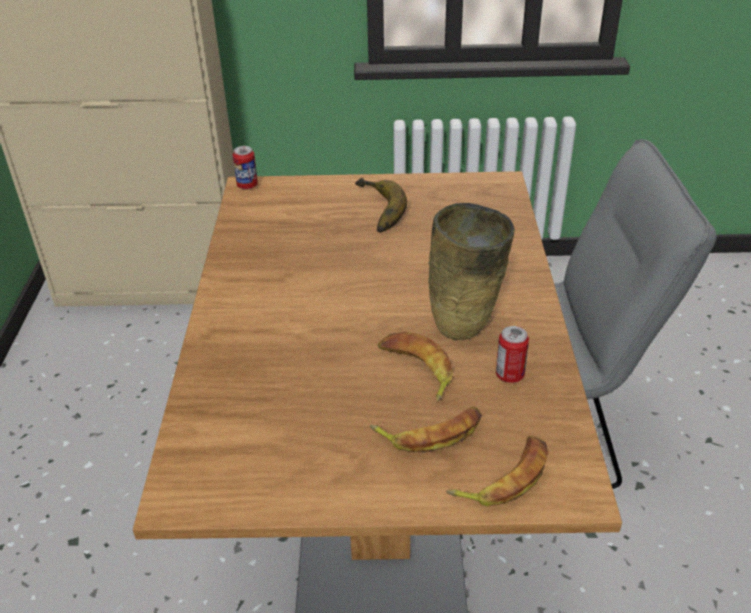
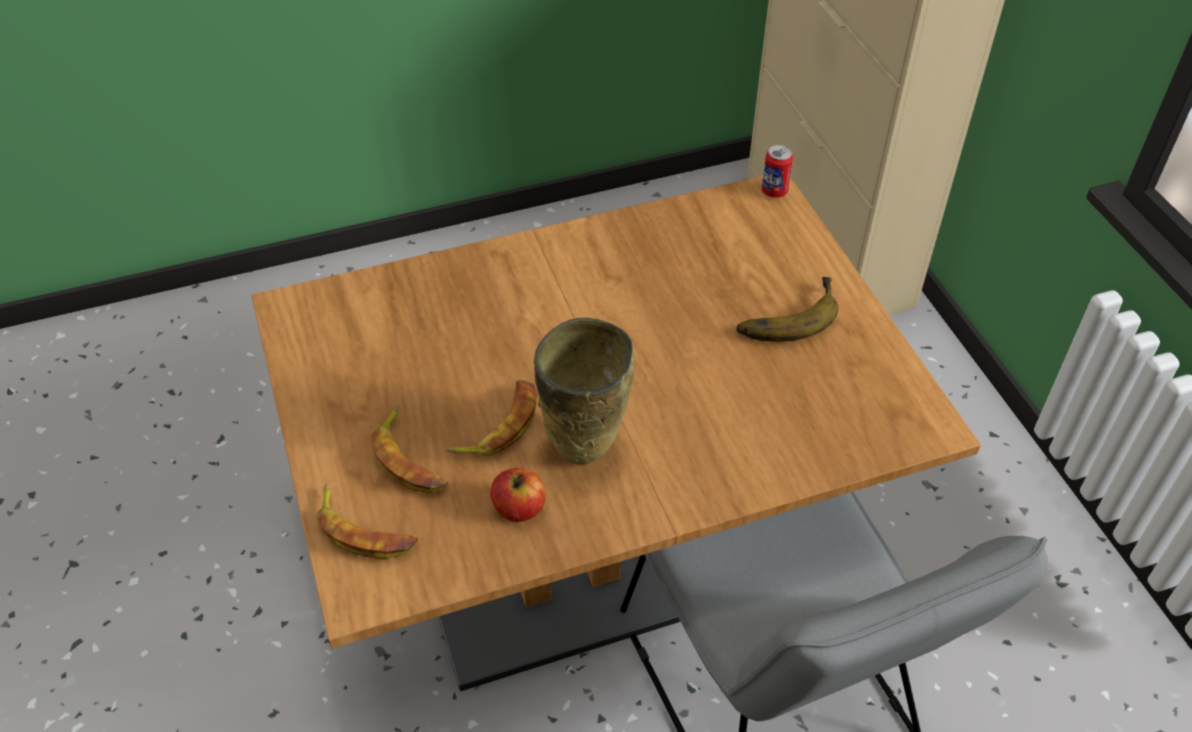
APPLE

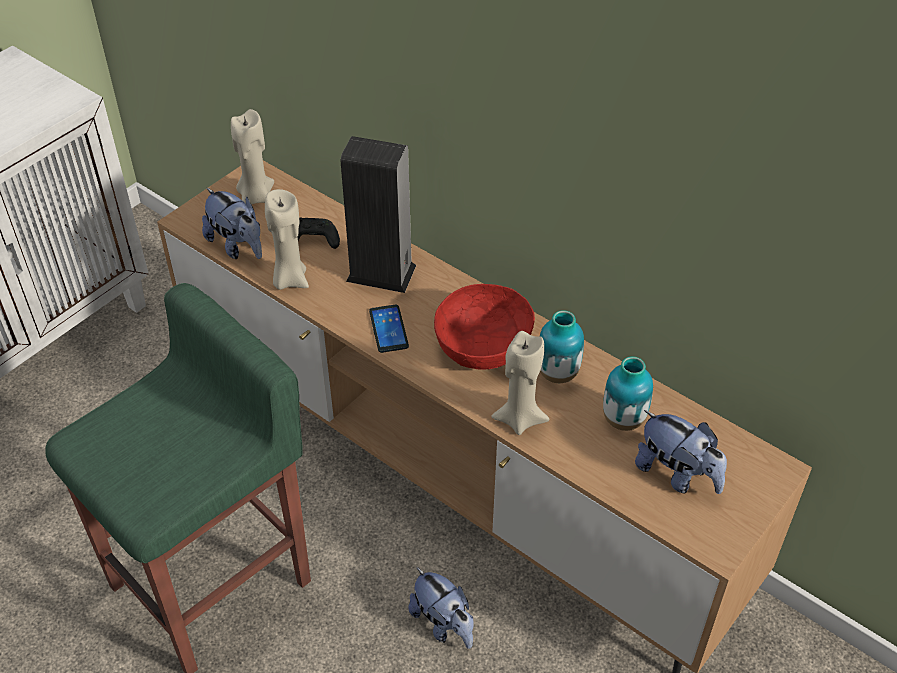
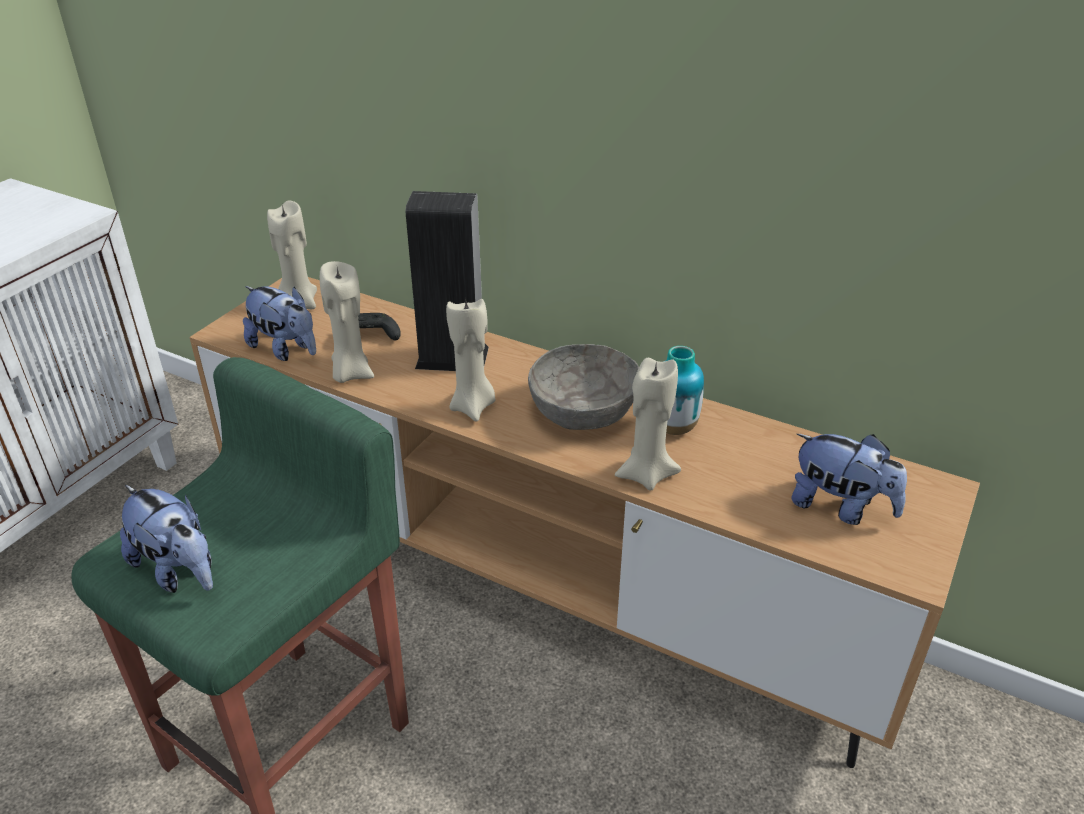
BEIGE CANDLE (3rd from left)
PLUSH TOY (1st from left)
GREY BOWL
VASE (2nd from left in the first image)

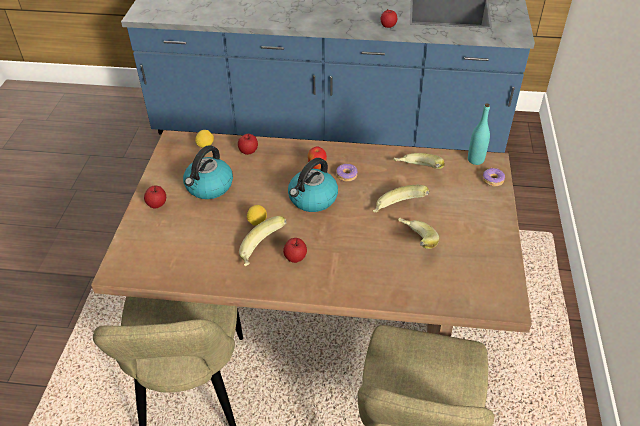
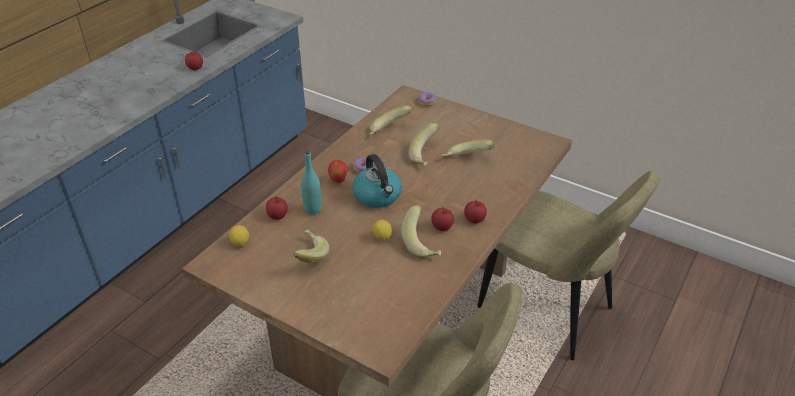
APPLE (5th from left)
BANANA (1st from left)
TURQUOISE BOTTLE

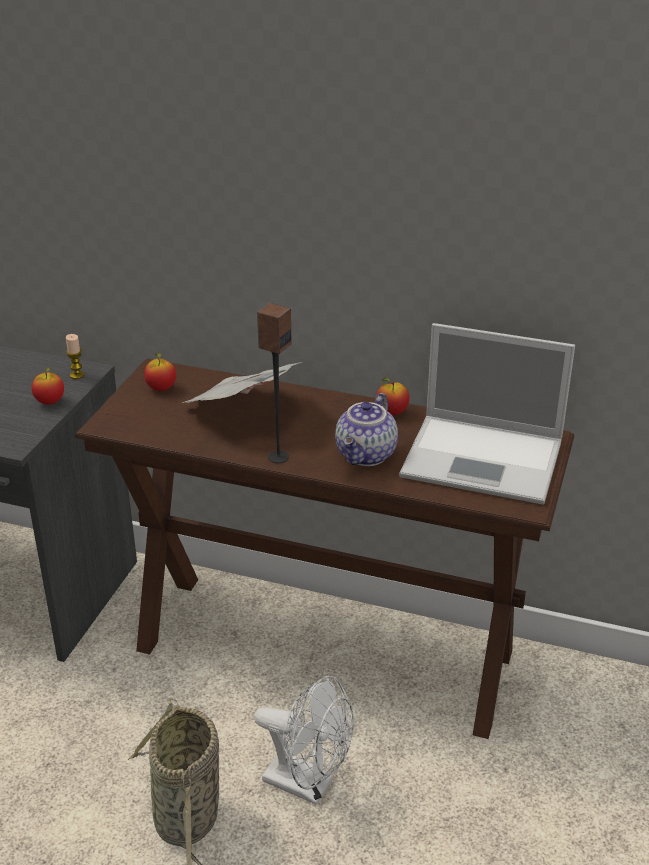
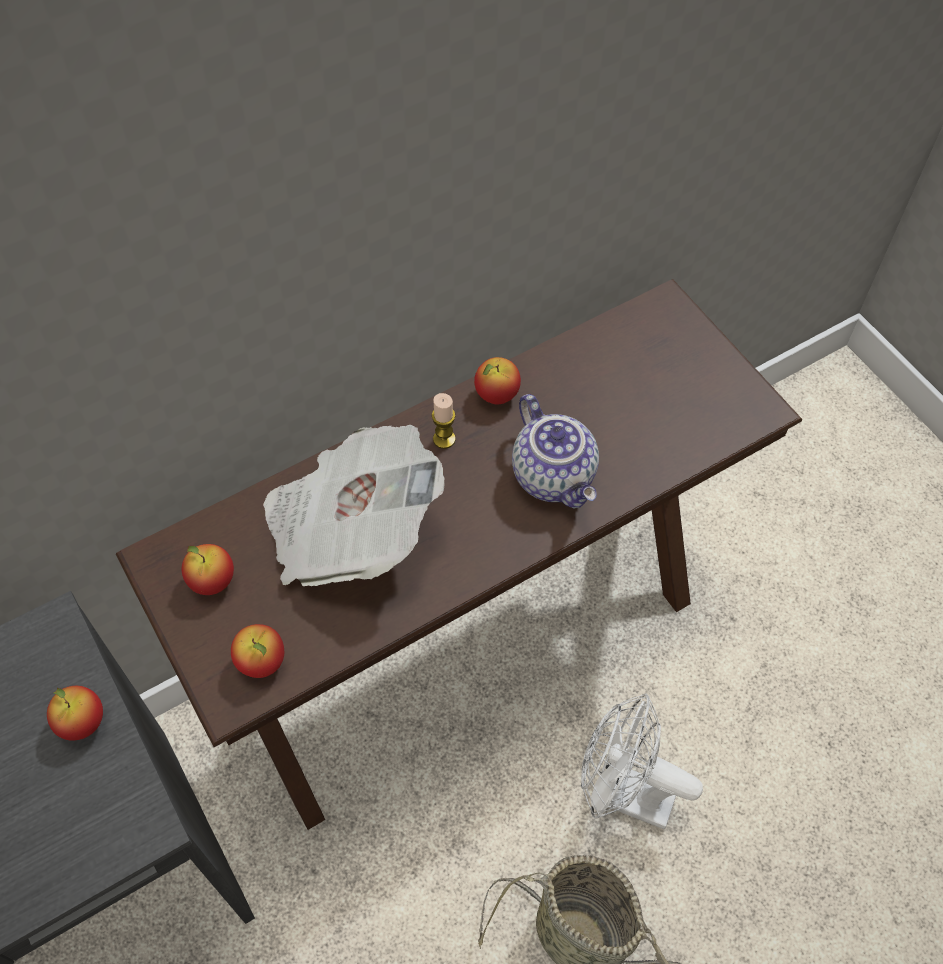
CANDLE
WHITE FAN
SPEAKER
LAPTOP
APPLE (3rd from left)

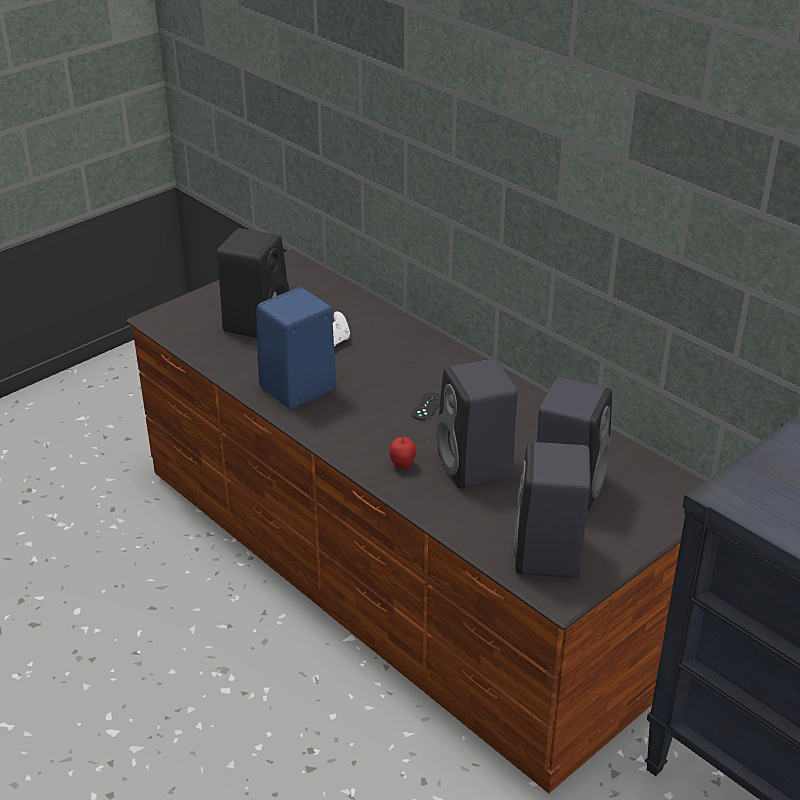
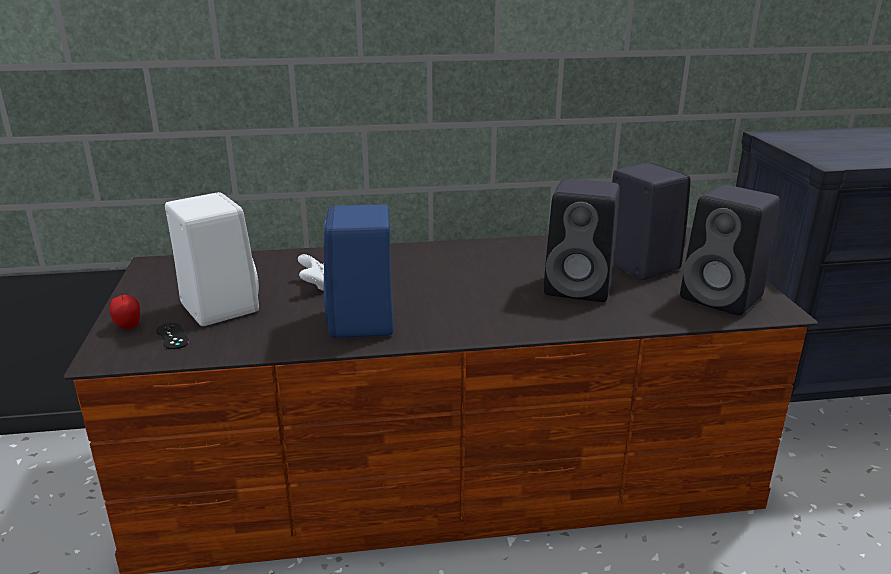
WHITE SPEAKER
APPLE
BLACK GAME CONTROLLER

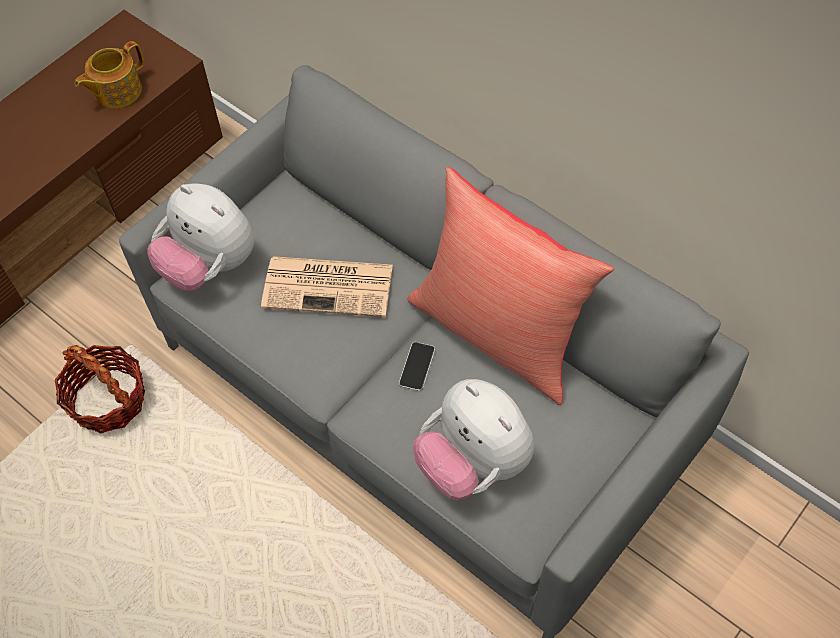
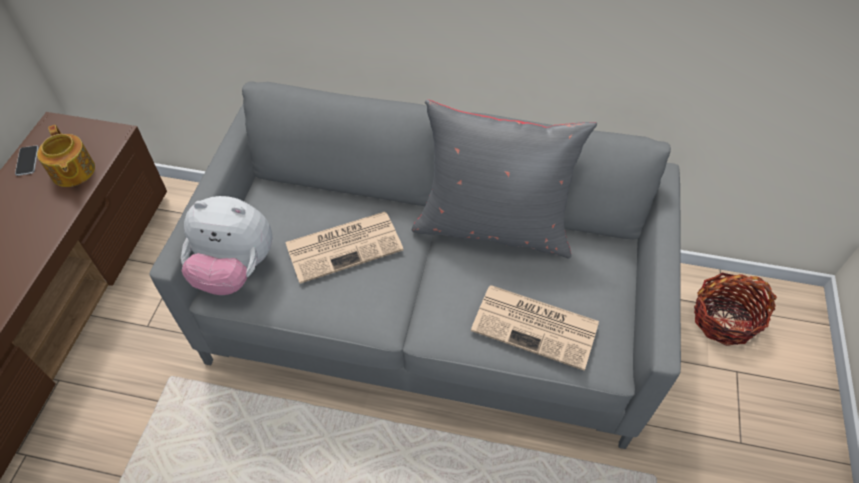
BASKET
TEAPOT
PHONE
GREY PILLOW
NEWSPAPER (2nd from left)

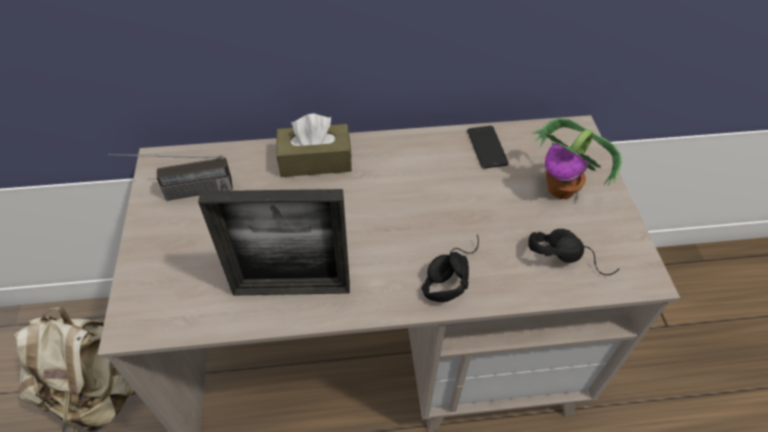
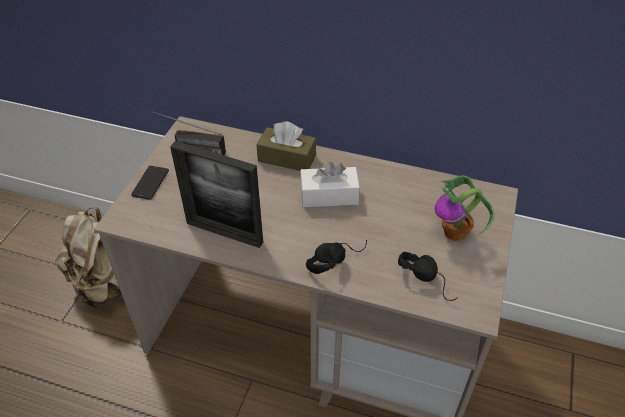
PHONE
WHITE TISSUE BOX

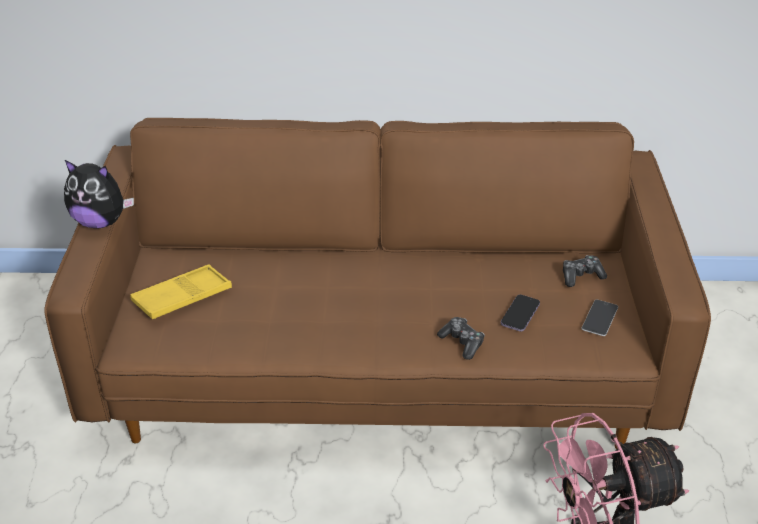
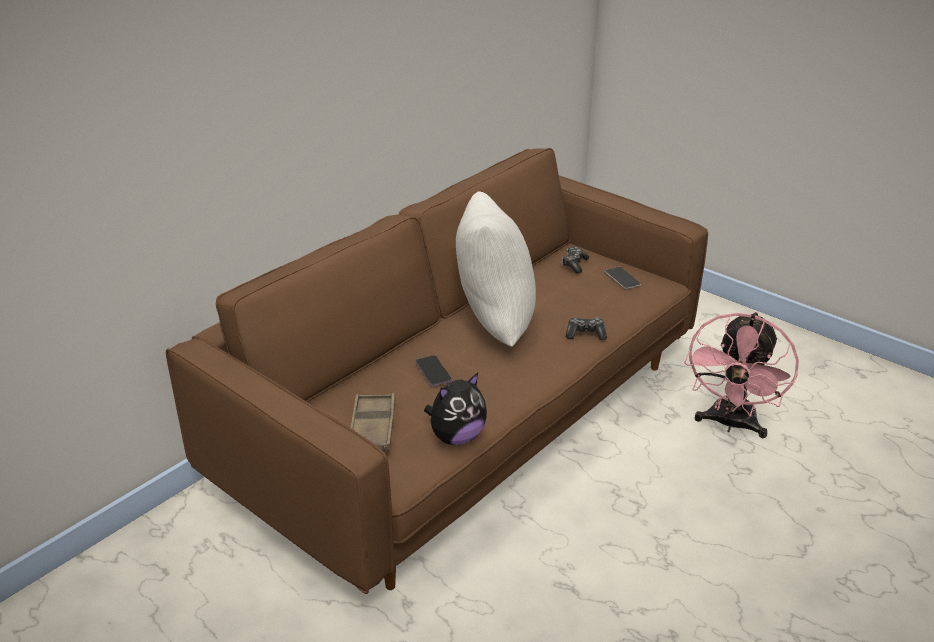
PLUSH TOY
BROWN TRAY
PHONE (1st from left)
WHITE PILLOW

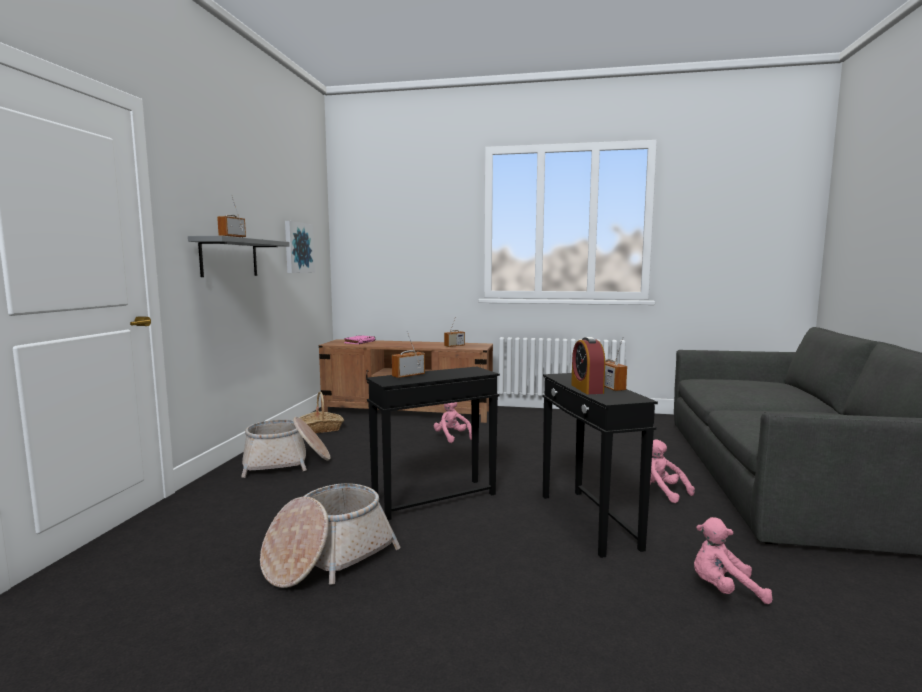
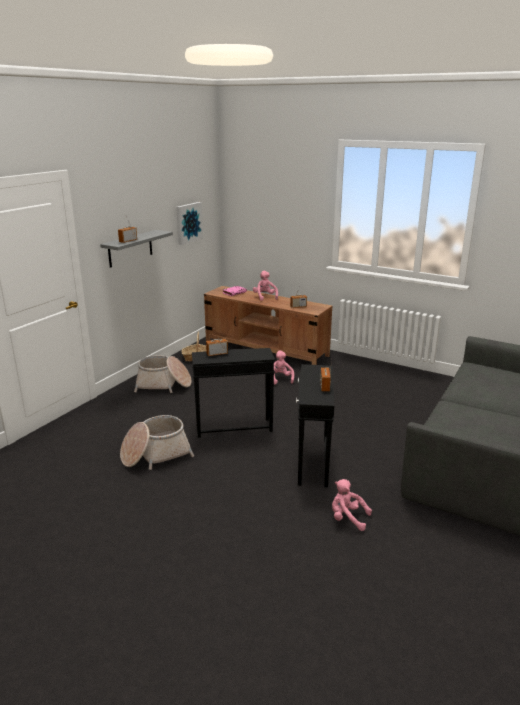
ALARM CLOCK
PINK PLUSH TOY (1st from left)

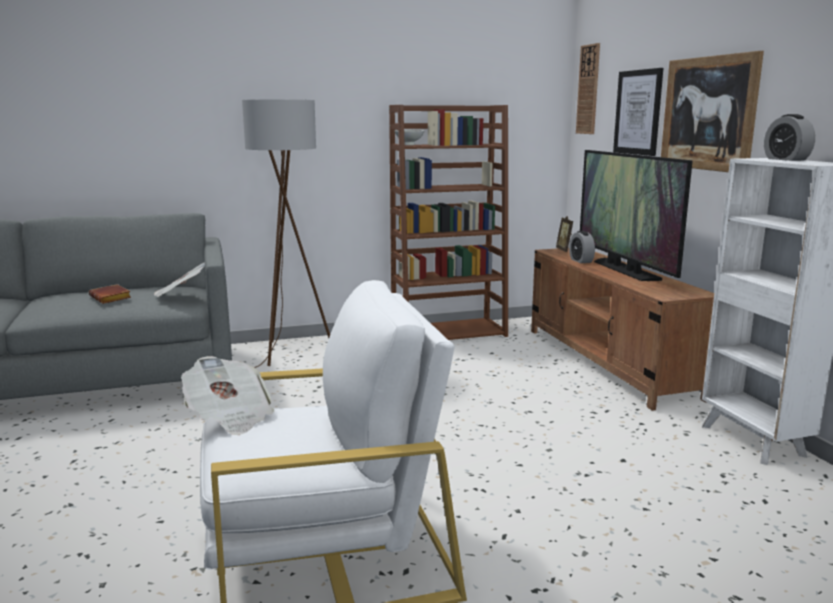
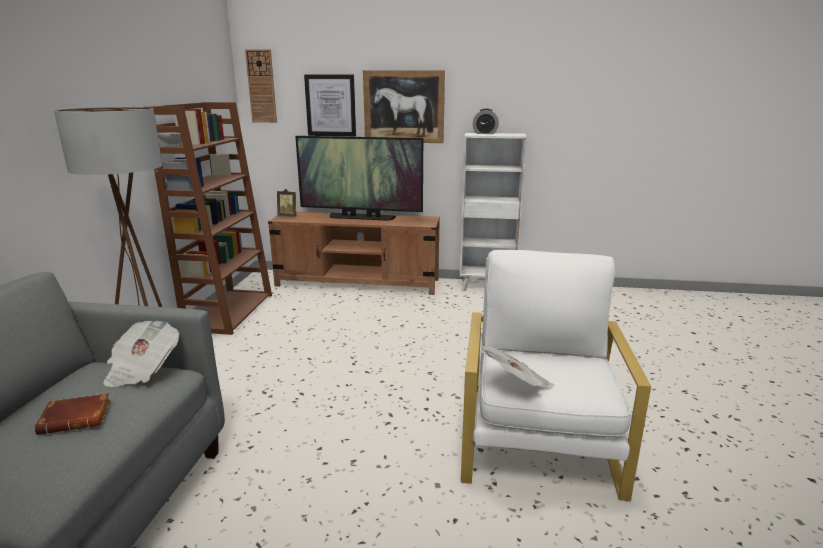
ALARM CLOCK (1st from left in the first image)

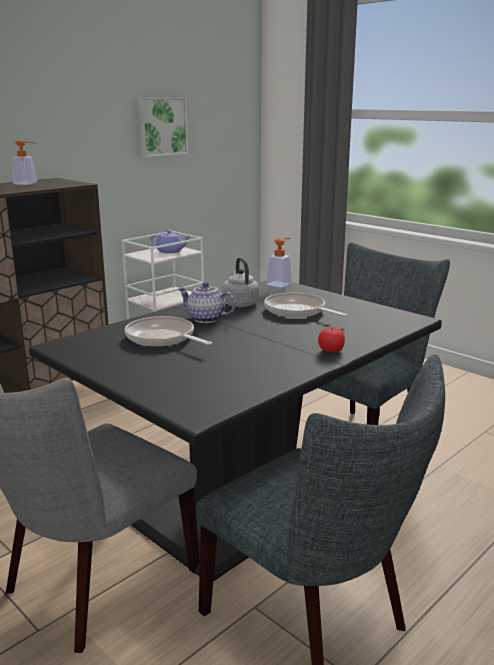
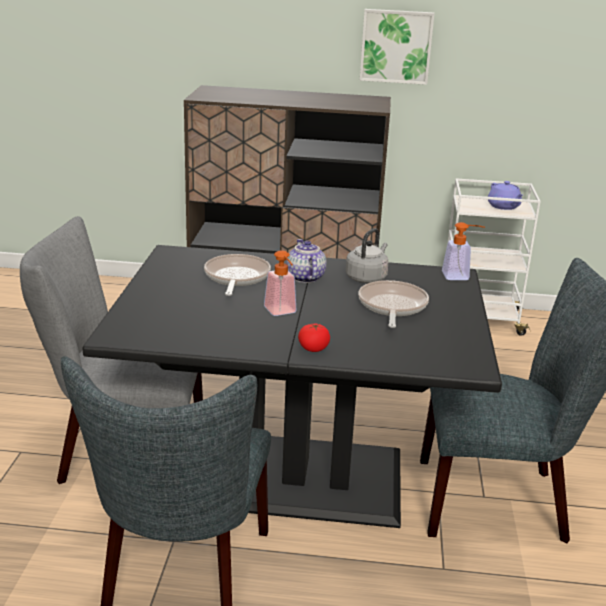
SOAP DISPENSER (1st from left)
PICTURE

